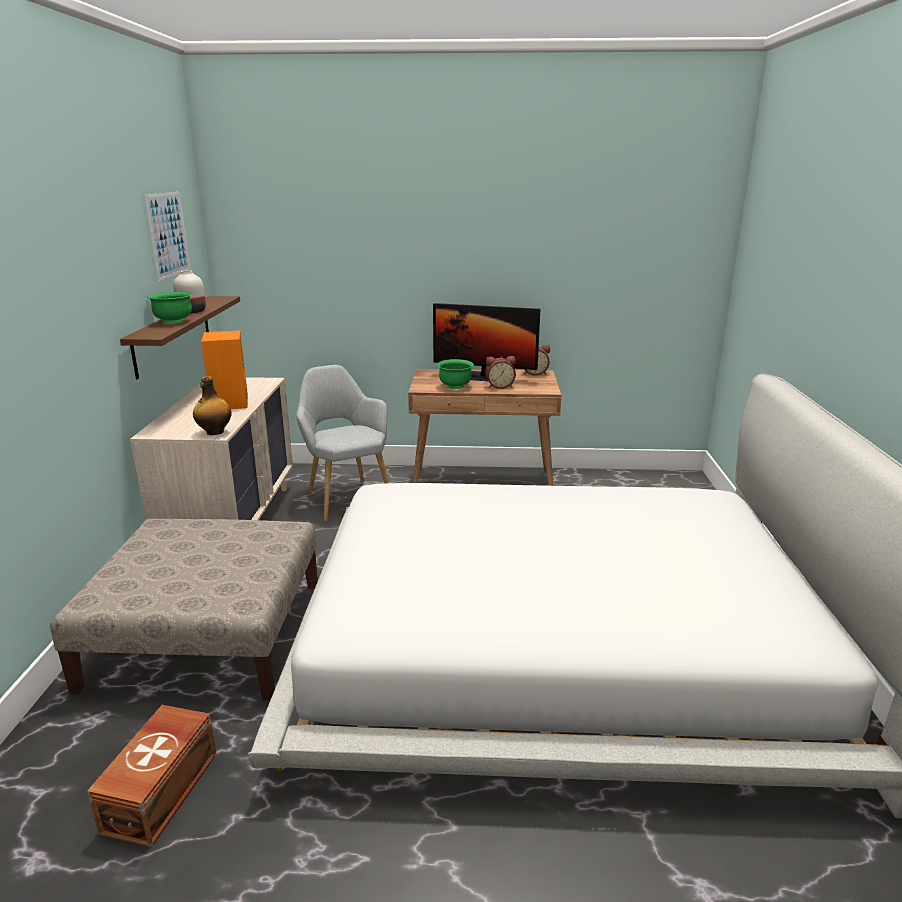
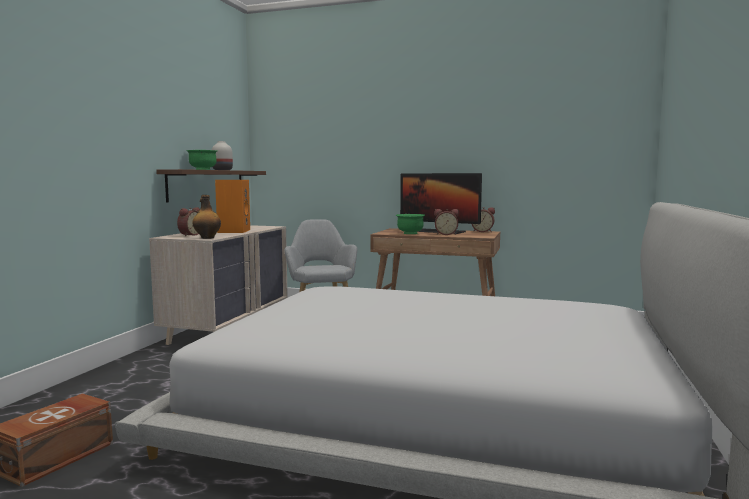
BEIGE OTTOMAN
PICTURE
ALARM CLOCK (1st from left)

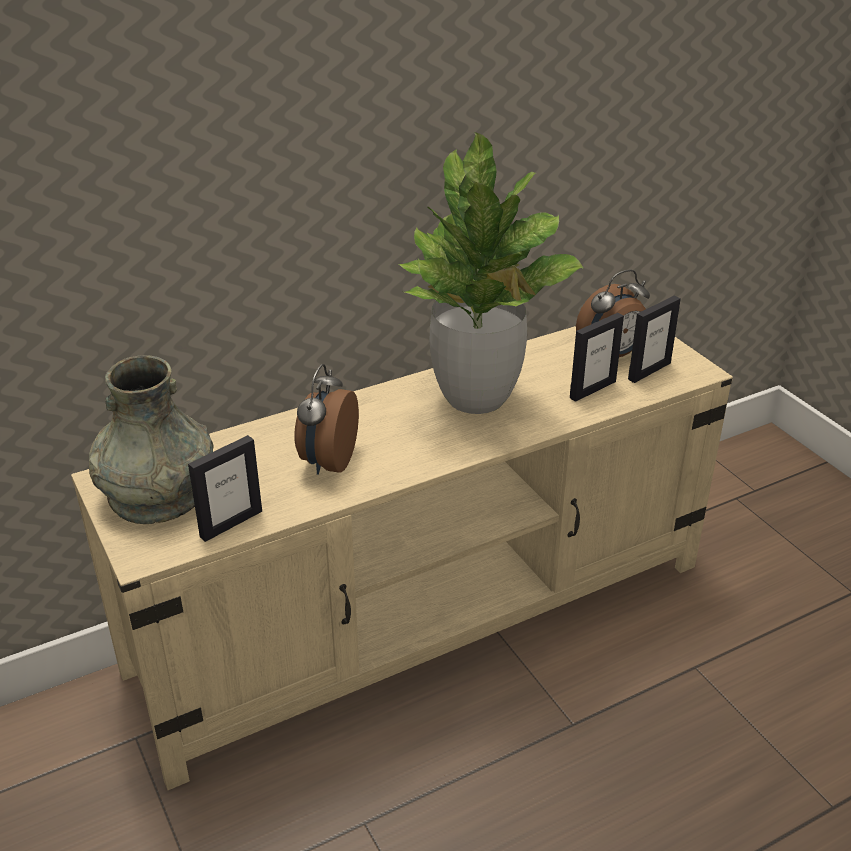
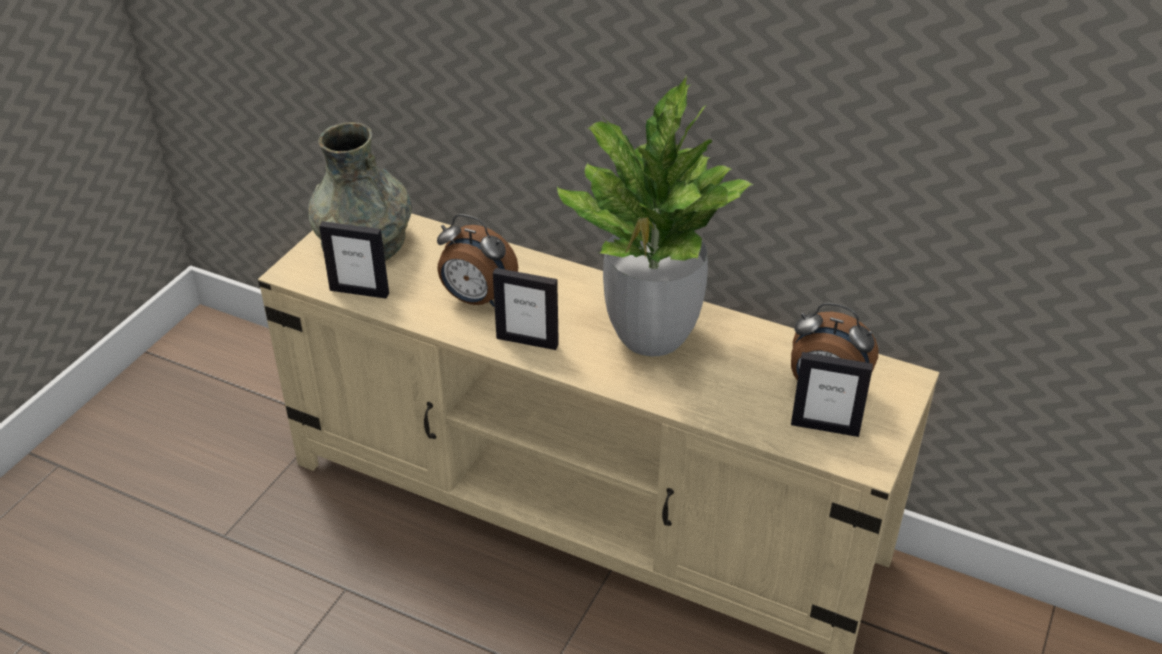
ALARM CLOCK (1st from left)
PICTURE FRAME (2nd from left)

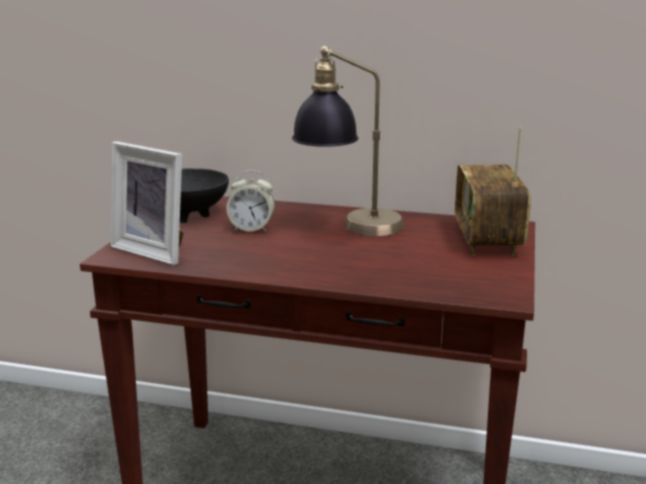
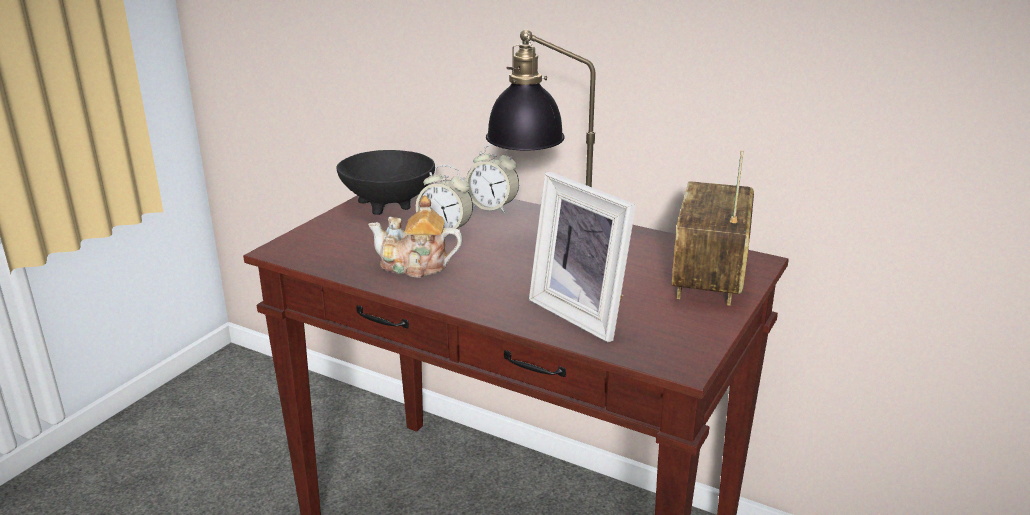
PICTURE FRAME
TEAPOT
ALARM CLOCK (2nd from left)

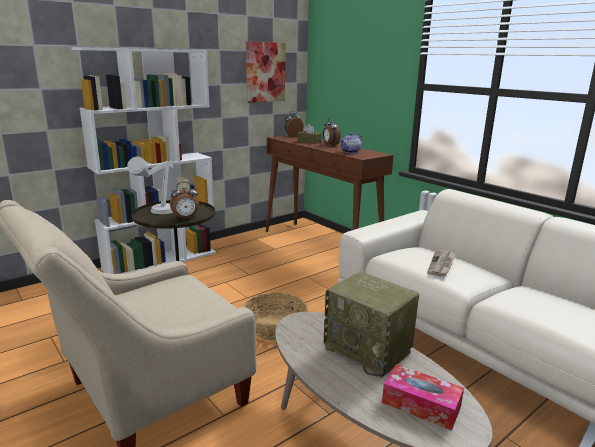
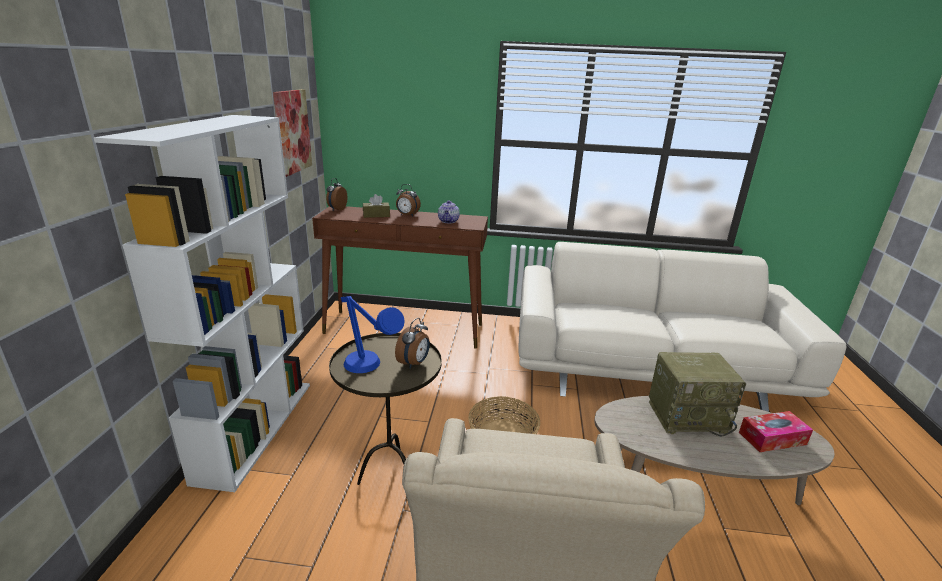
BLUE TABLE LAMP
NEWSPAPER

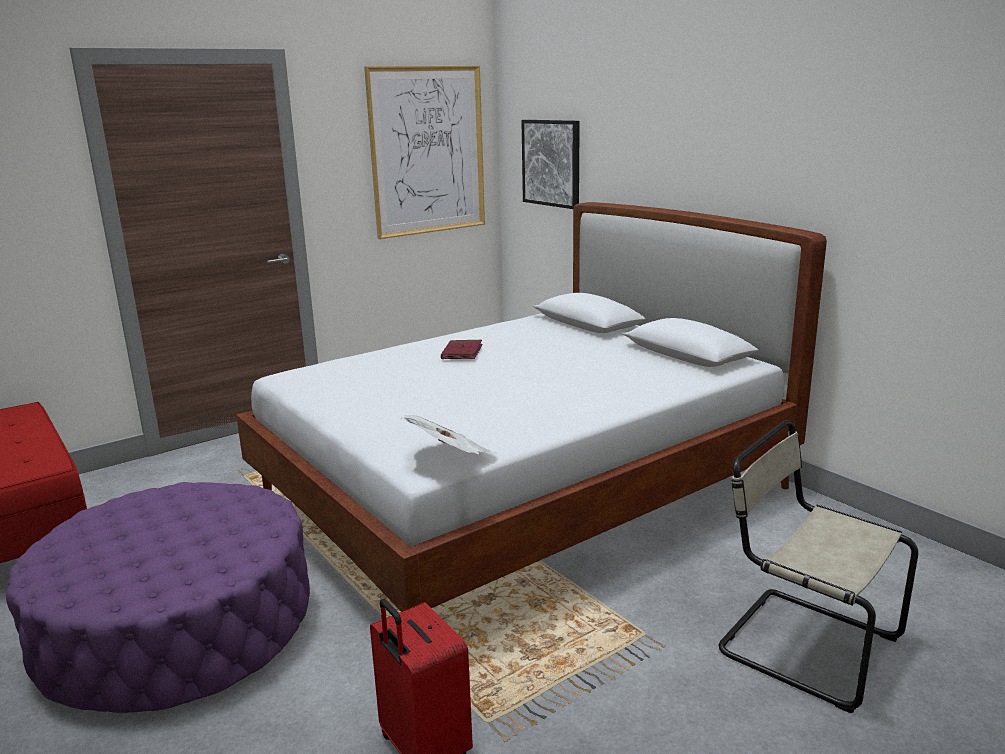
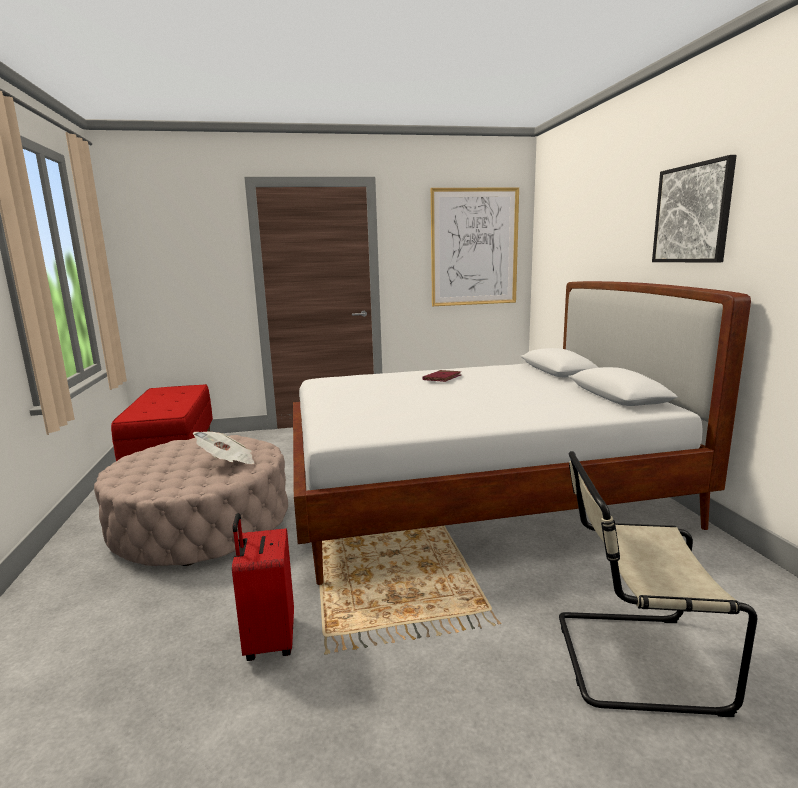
BEIGE OTTOMAN
NEWSPAPER
PICTURE (2nd from left)
BEIGE CHAIR

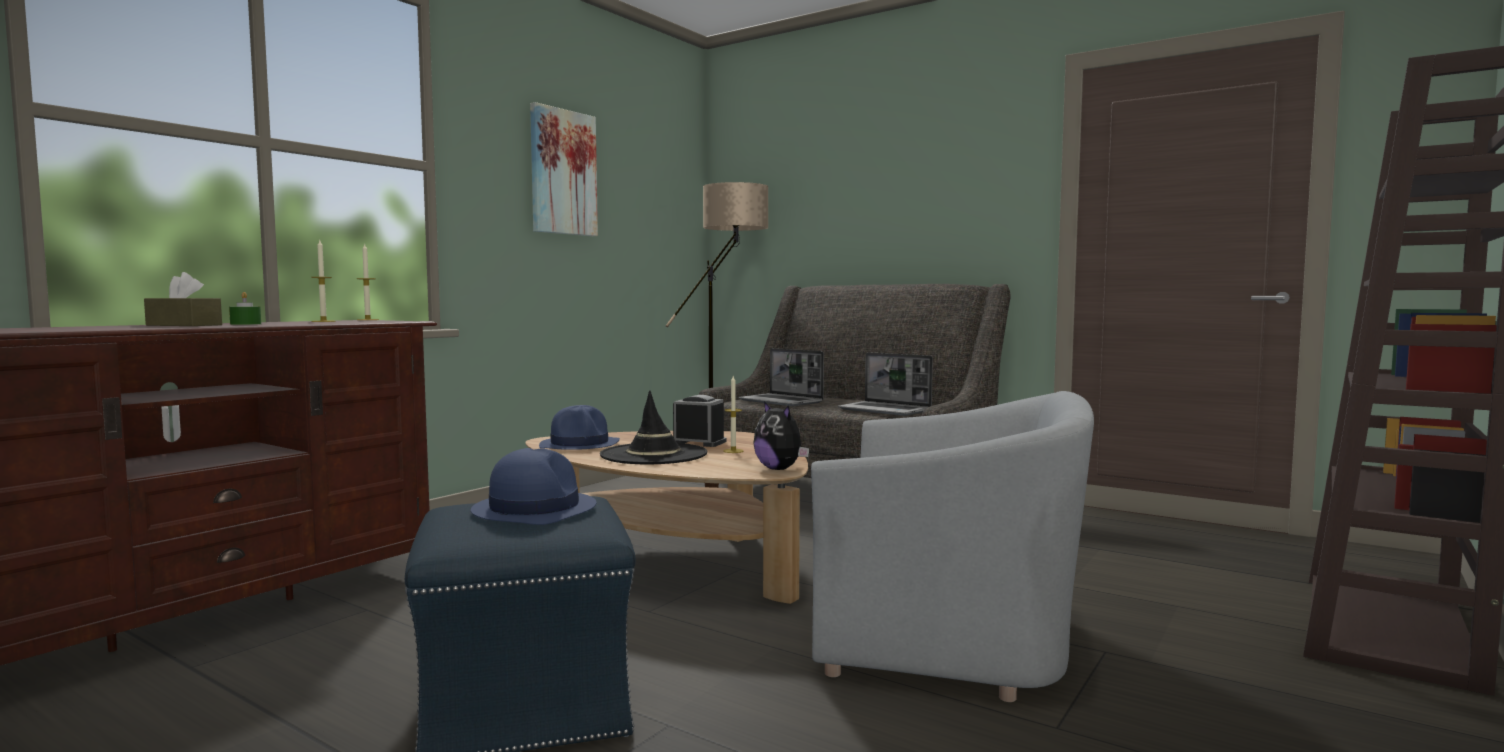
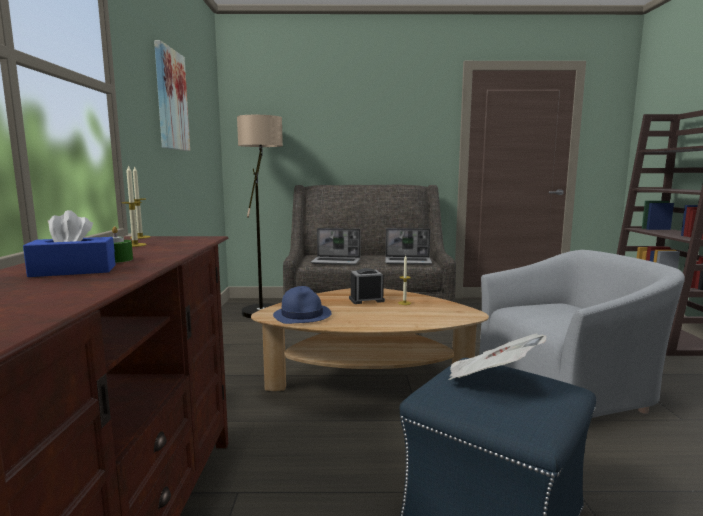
BLUE TISSUE BOX
NEWSPAPER
BLACK HAT
PLUSH TOY

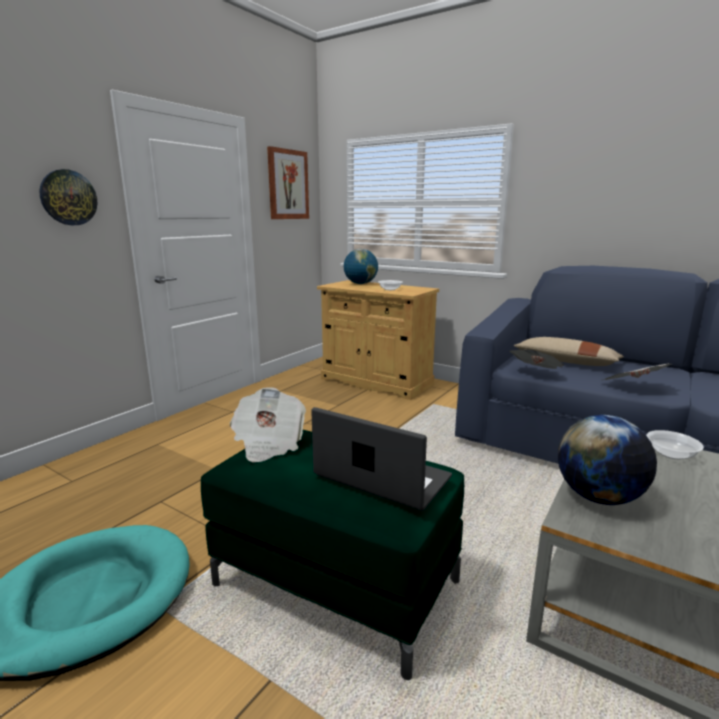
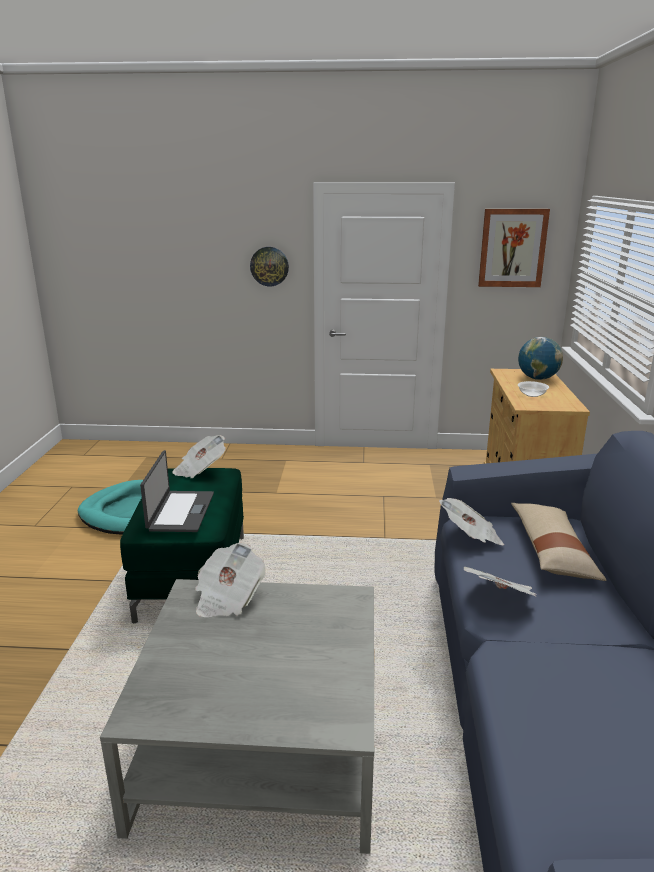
NEWSPAPER (2nd from left)
BOWL (2nd from left in the first image)

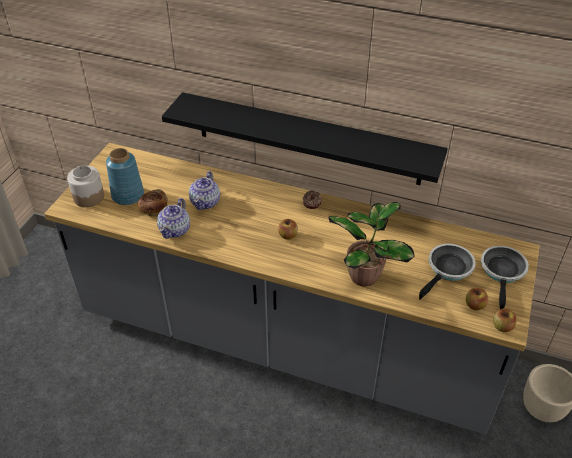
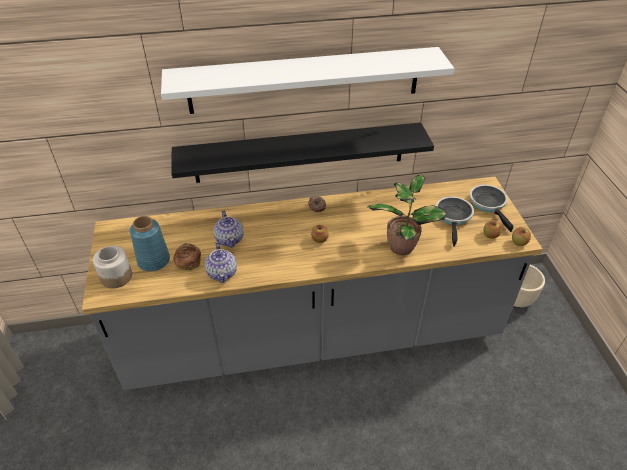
WHITE SHELF

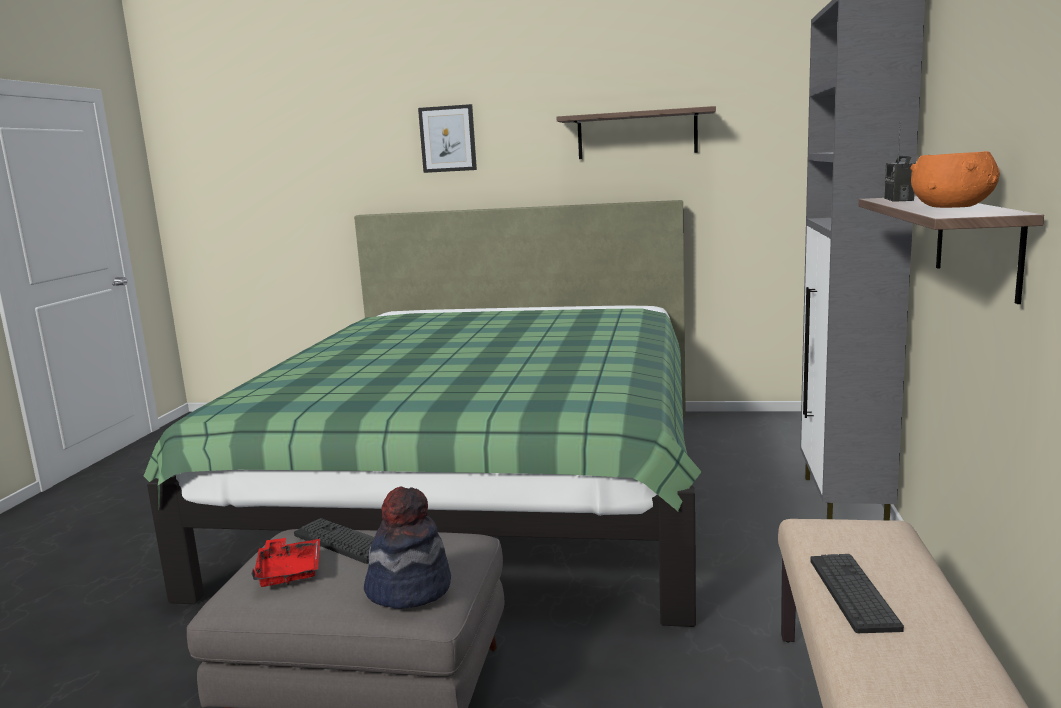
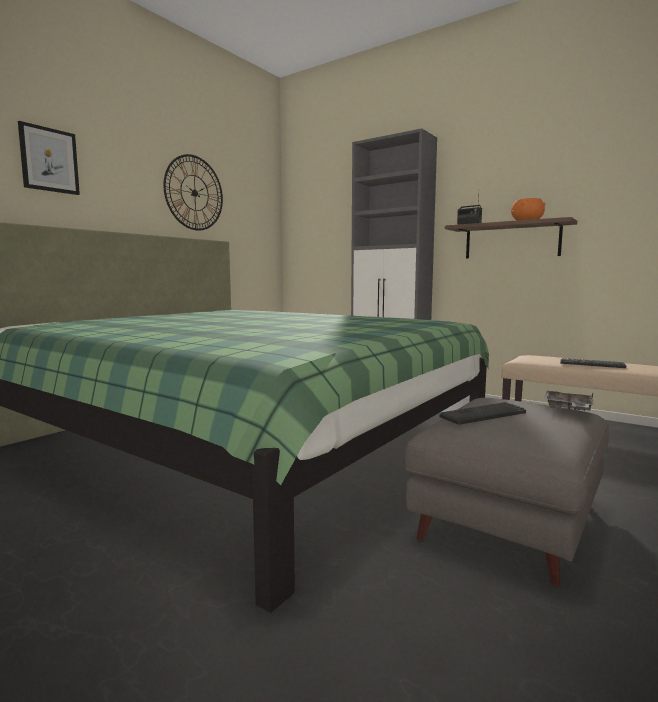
RED TRAY
GREY TRAY
WALL CLOCK

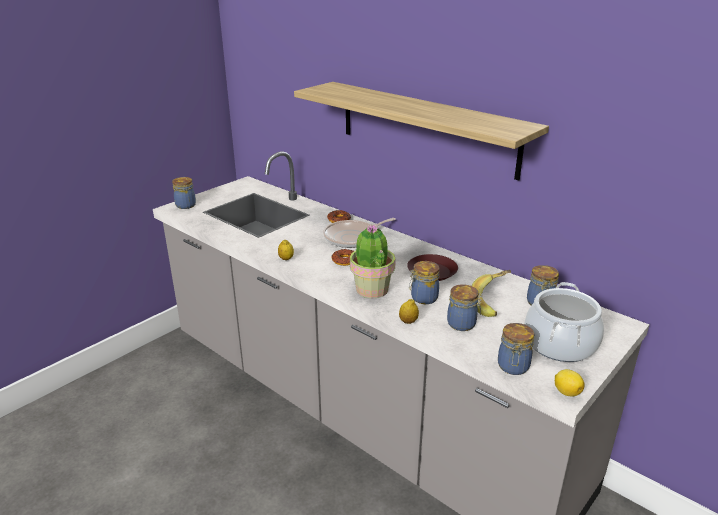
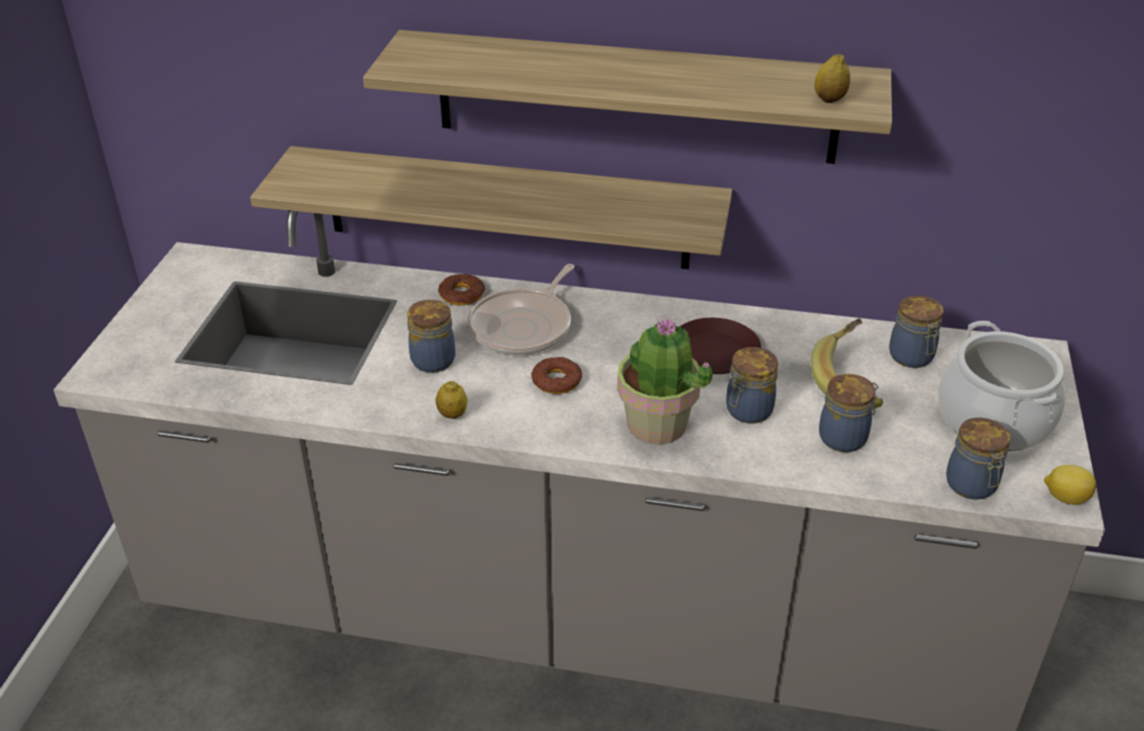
JAR (1st from left)
LEMON (2nd from left)
SHELF (1st from left)

